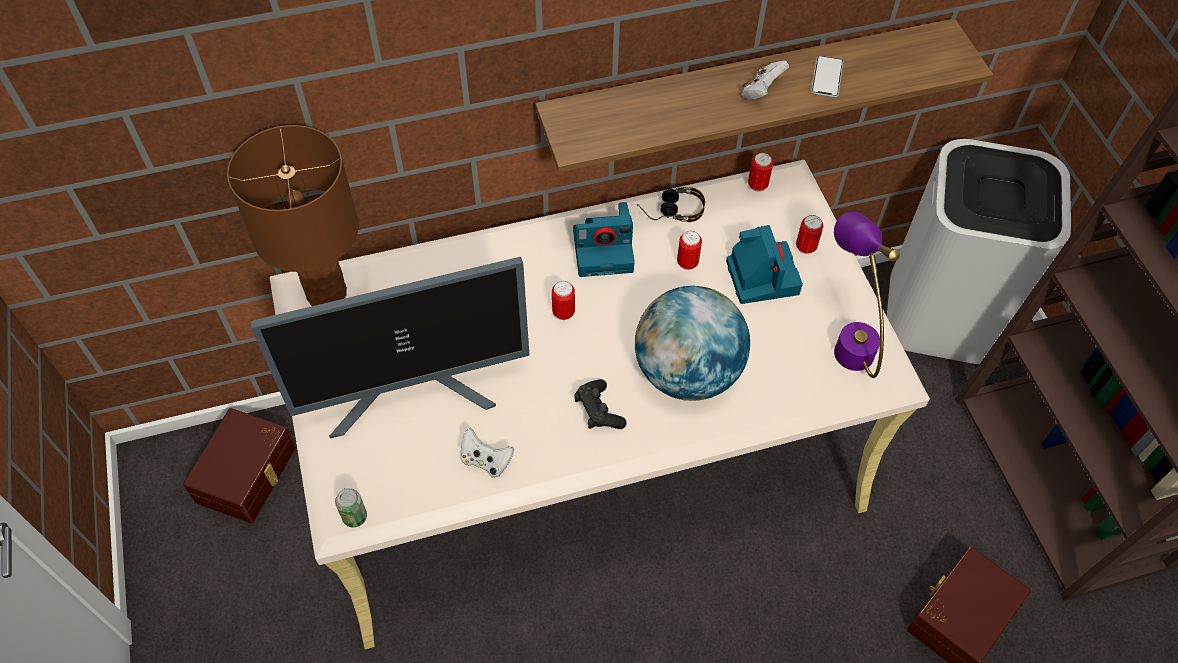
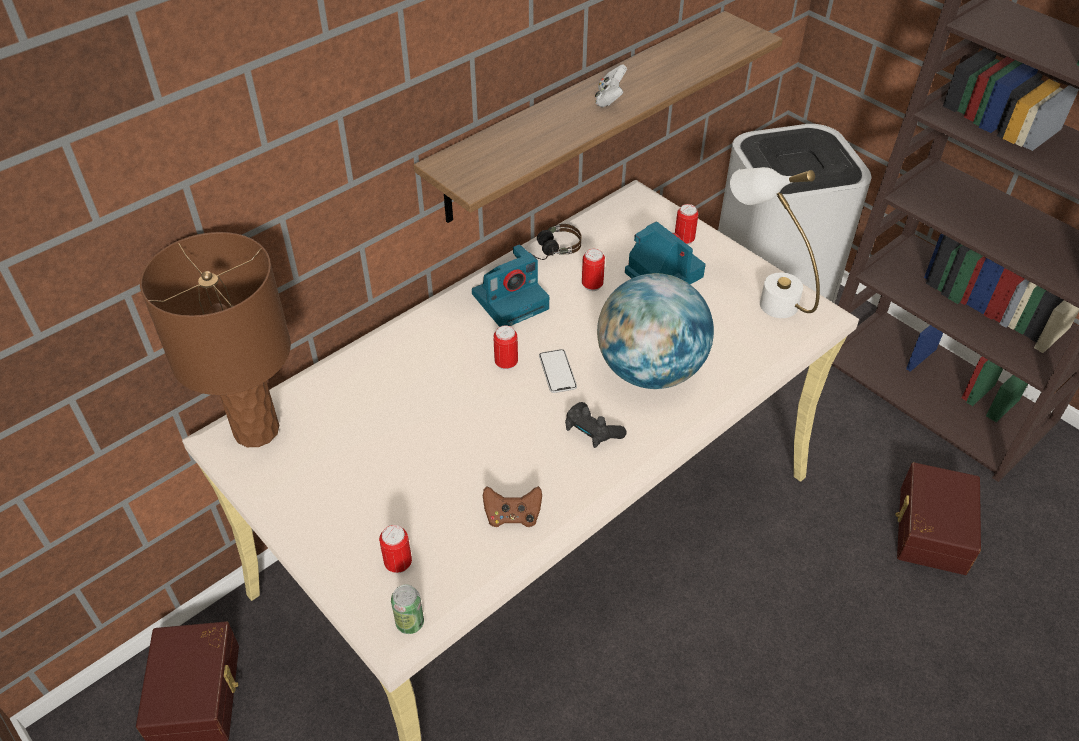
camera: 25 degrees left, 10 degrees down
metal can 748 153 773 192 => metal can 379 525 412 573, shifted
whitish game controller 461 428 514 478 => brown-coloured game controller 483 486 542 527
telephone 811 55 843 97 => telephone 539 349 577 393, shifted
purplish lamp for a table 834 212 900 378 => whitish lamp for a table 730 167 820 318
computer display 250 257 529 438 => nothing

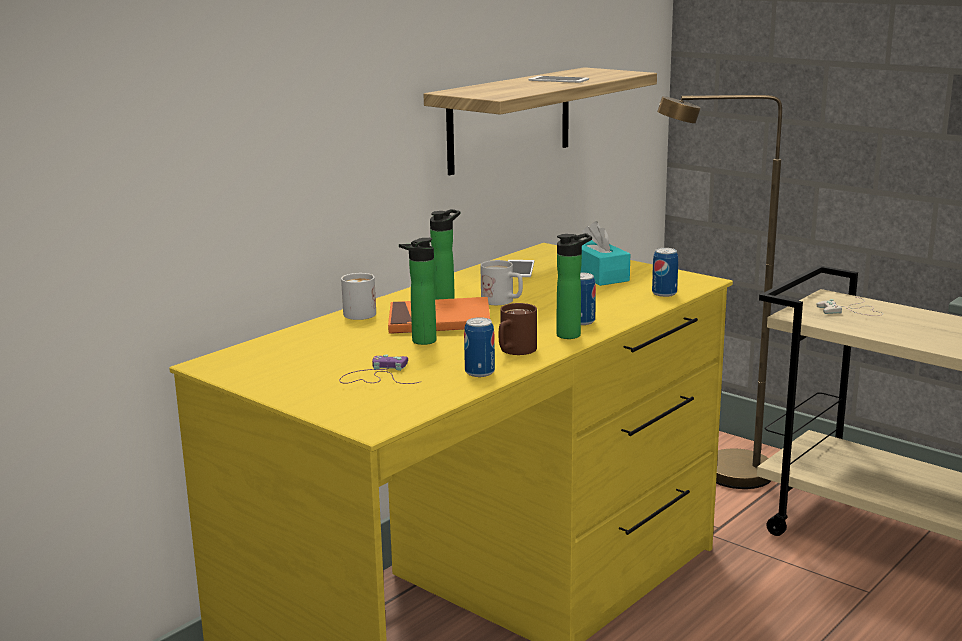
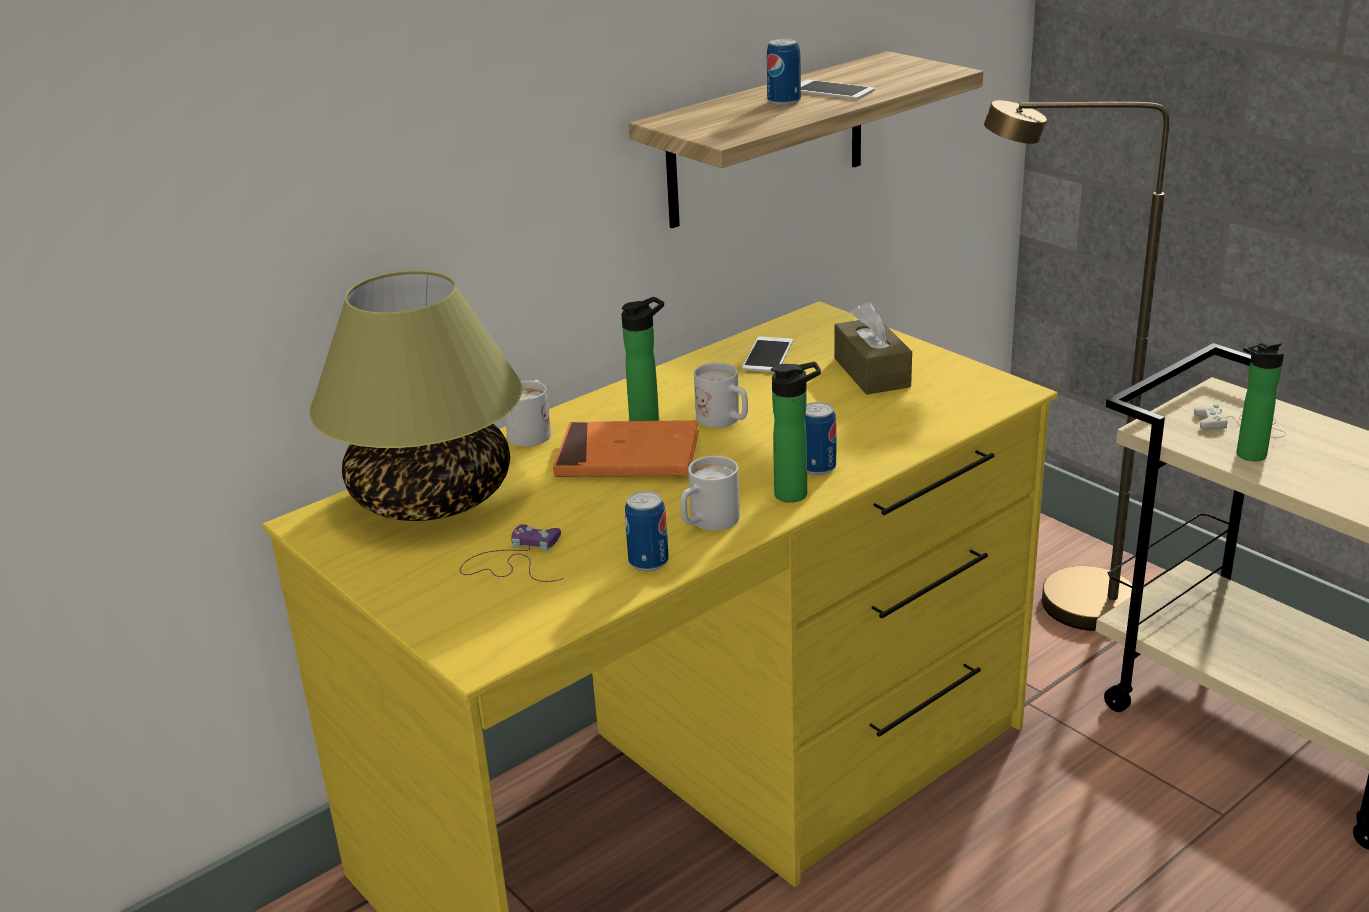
camera: 10 degrees right, 10 degrees up
nothing => lamp for a table 309 271 522 521
brown-coloured tea mug 499 303 537 355 => whitish tea mug 680 456 740 531
metal can 652 248 678 297 => metal can 767 38 801 106, shifted
turquoise box of tissues 581 221 630 286 => brown-coloured box of tissues 834 302 912 395
bottle 399 238 436 345 => bottle 1237 338 1284 461, shifted

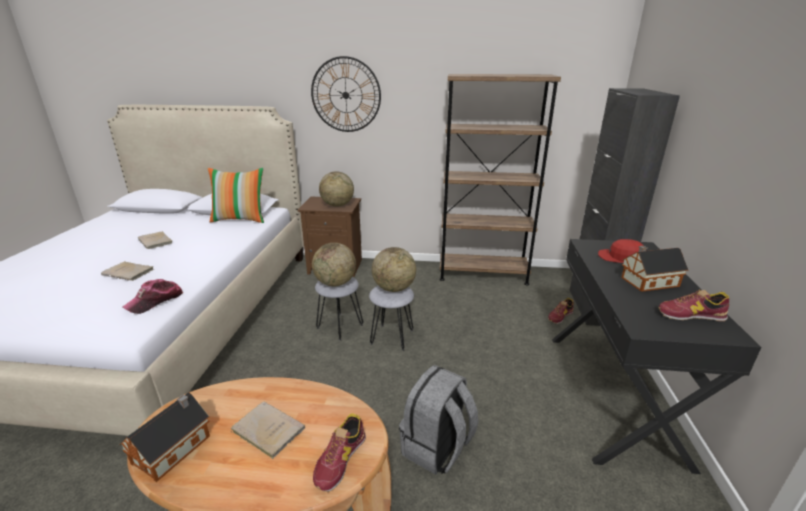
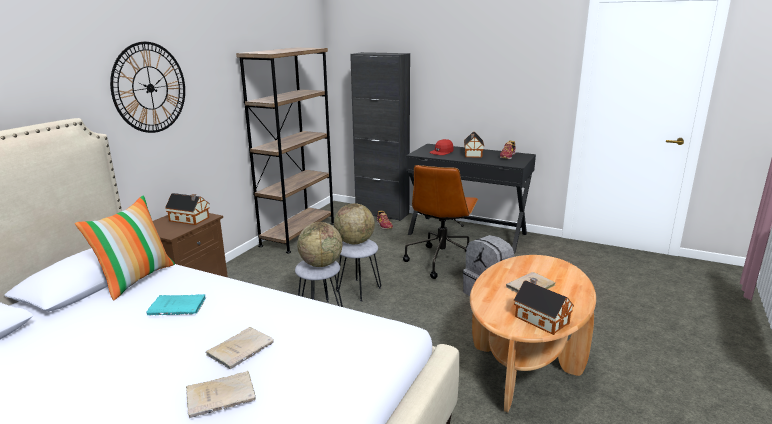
camera: 70 degrees left, 5 degrees down
nothing => turquoise bound book 147 294 206 315
desk globe 319 171 354 207 => miniature house 165 193 210 225
sand-coloured bound book 138 231 172 249 => sand-coloured bound book 186 371 256 418, shifted
nothing => brown-coloured computer chair 403 165 479 279
peaked cap 123 279 183 314 => nothing
low shoe 313 414 366 492 => nothing

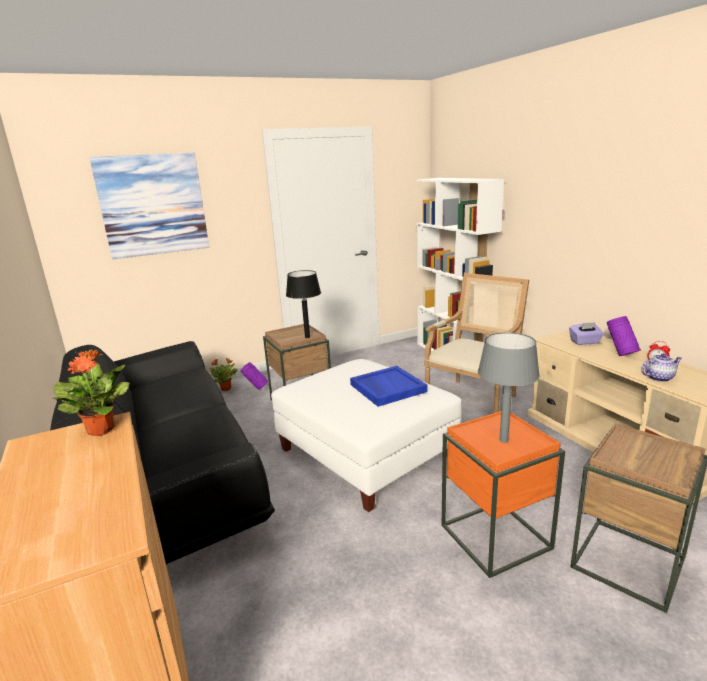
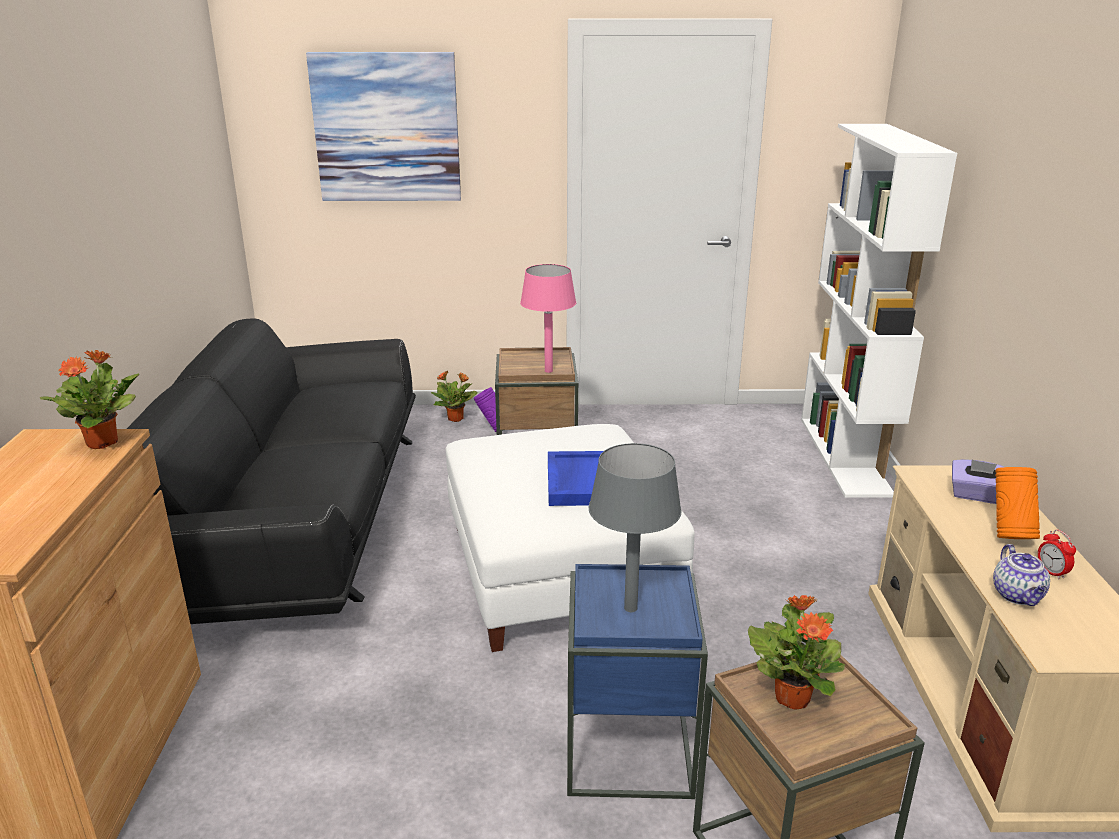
camera: 25 degrees right, 5 degrees up
black-coloured lamp for a table 286 270 321 338 => pink lamp for a table 520 264 576 373
orange side table 442 411 565 578 => blue side table 567 564 708 799
nothing => houseplant 748 595 845 709
tea pot 641 354 682 382 => tea pot 993 544 1050 606, 75 degrees clockwise
purplish flower vase 607 316 641 356 => orange flower vase 995 467 1040 539
armchair 424 273 529 413 => nothing

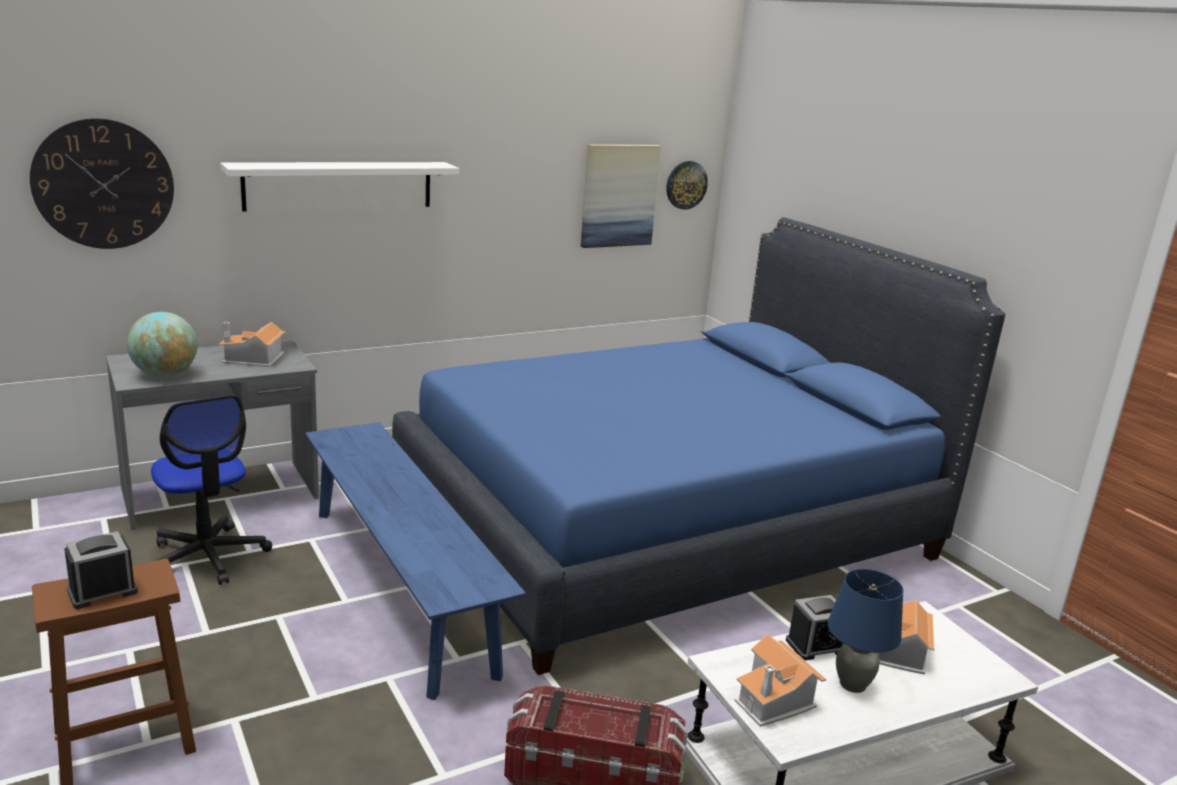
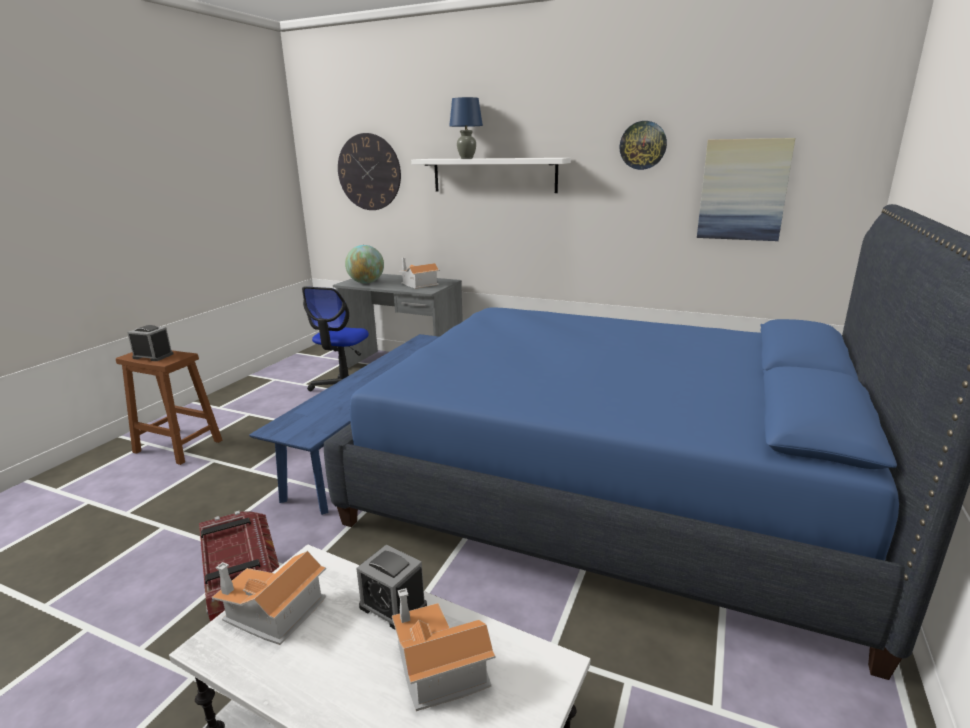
camera: 55 degrees right, 0 degrees up
blue lamp for a table 828 569 904 693 => blue lamp for a table 449 97 483 159, shifted
clock on the wall 666 161 708 210 => clock on the wall 620 121 667 170, shifted

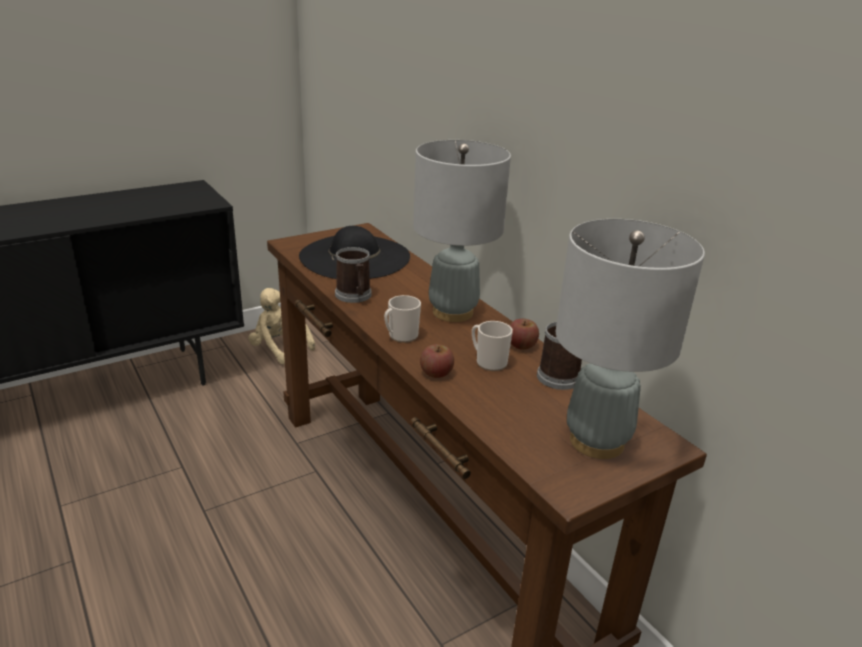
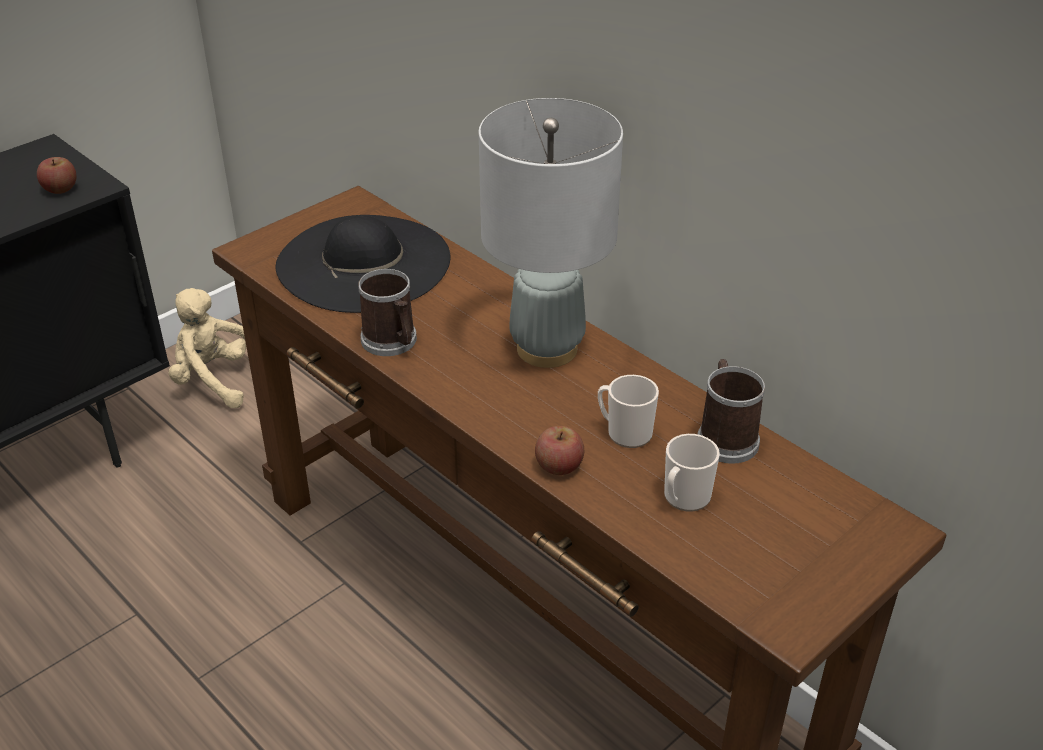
camera: 10 degrees left, 10 degrees up
apple fruit 510 319 539 350 => apple fruit 37 157 77 194, shifted
tea mug 384 295 421 343 => tea mug 664 434 720 512, shifted
grey lamp for a table 556 219 705 459 => nothing

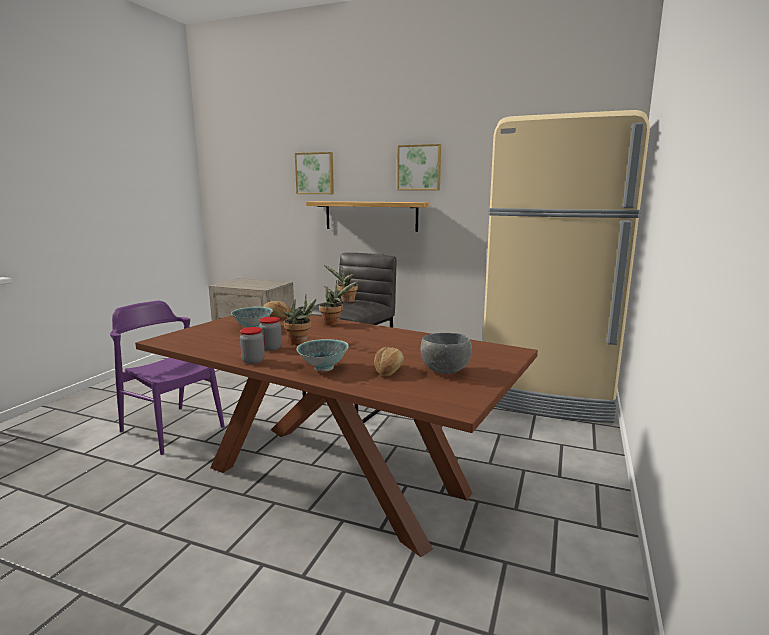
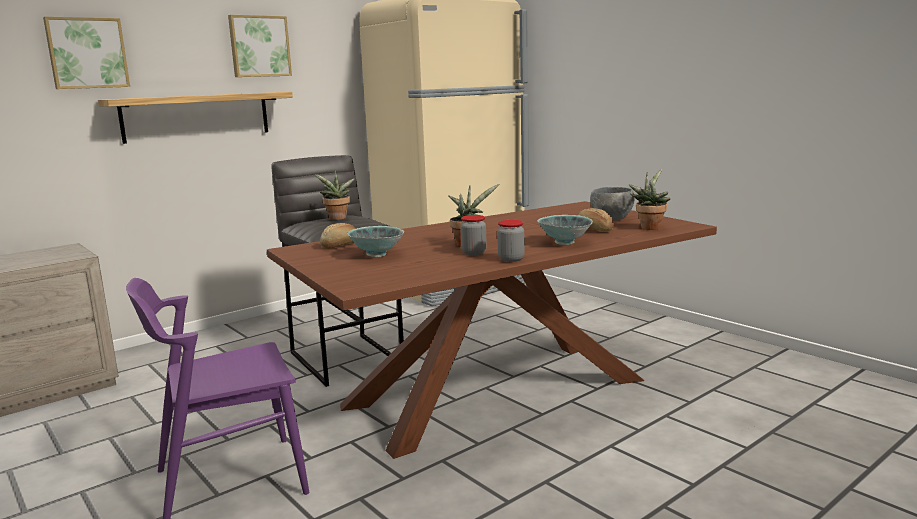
camera: 60 degrees left, 0 degrees up
houseplant 319 280 358 326 => houseplant 629 169 671 230, shifted

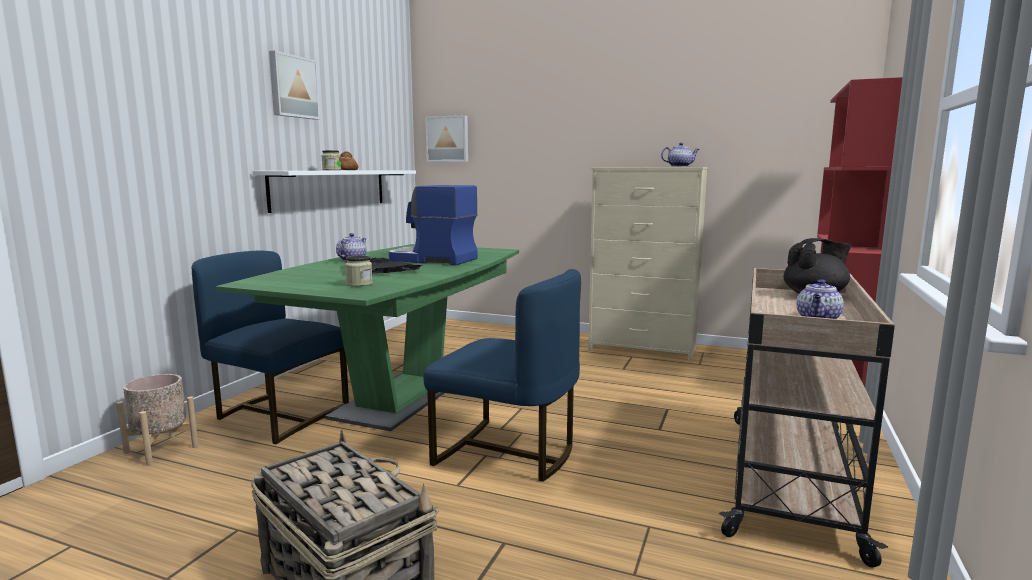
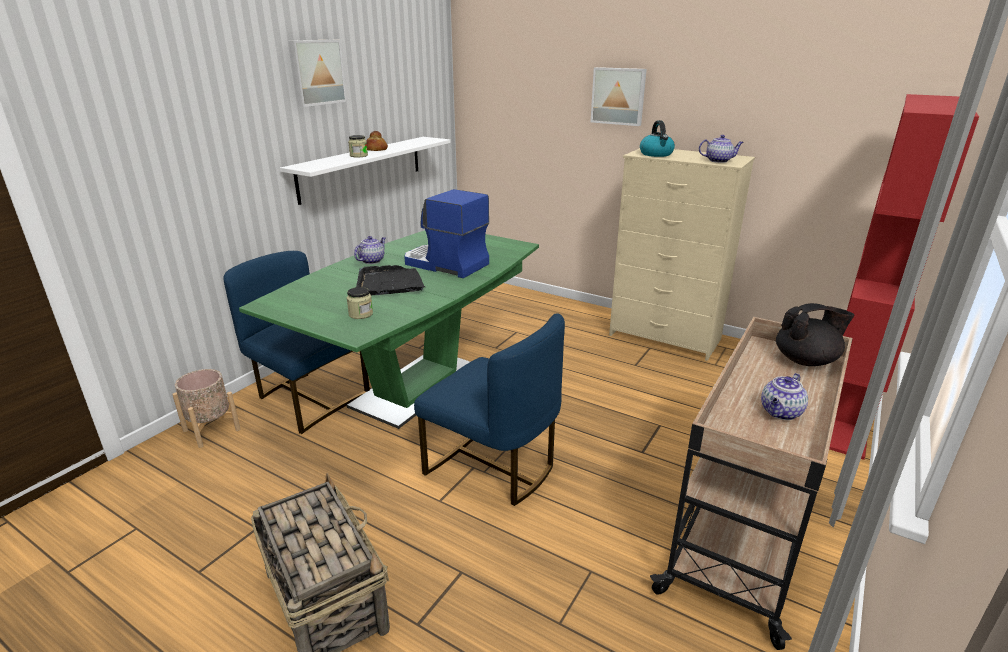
camera: 10 degrees right, 15 degrees up
picture 425 115 468 162 => picture 591 67 647 126, shifted
nothing => water kettle 640 120 675 157

